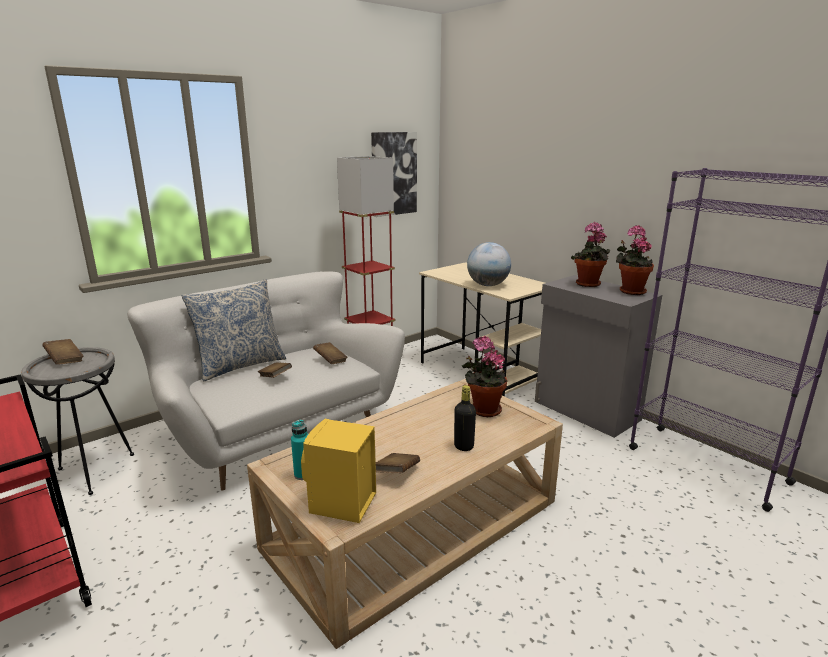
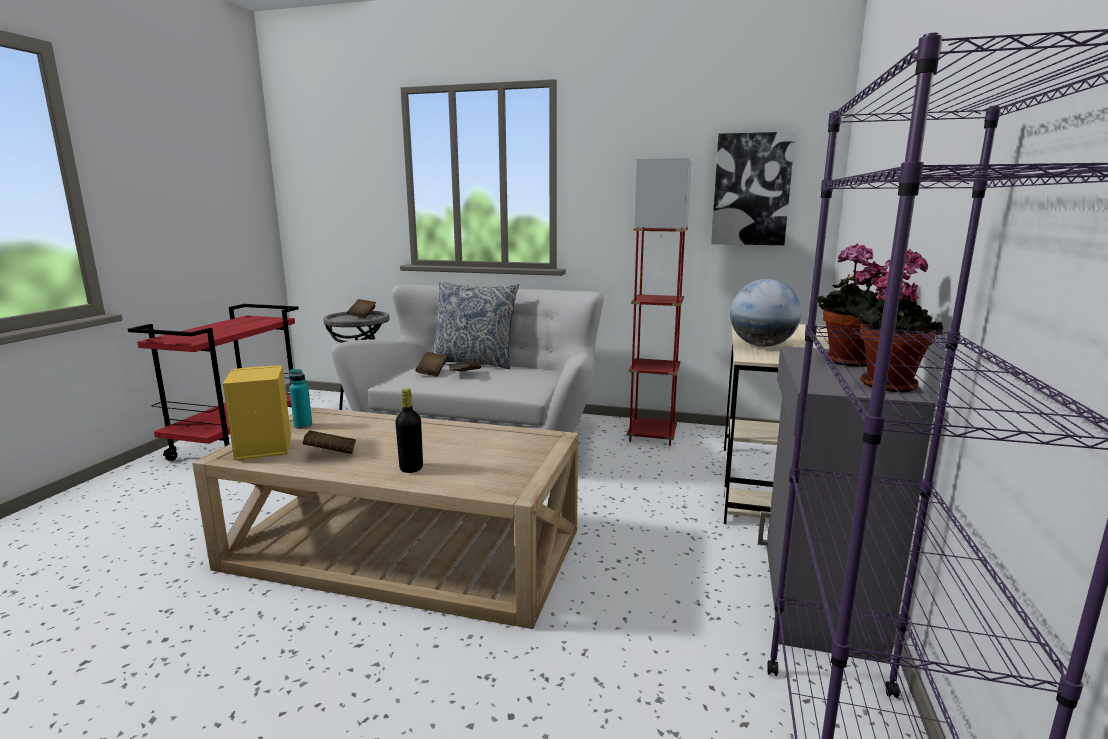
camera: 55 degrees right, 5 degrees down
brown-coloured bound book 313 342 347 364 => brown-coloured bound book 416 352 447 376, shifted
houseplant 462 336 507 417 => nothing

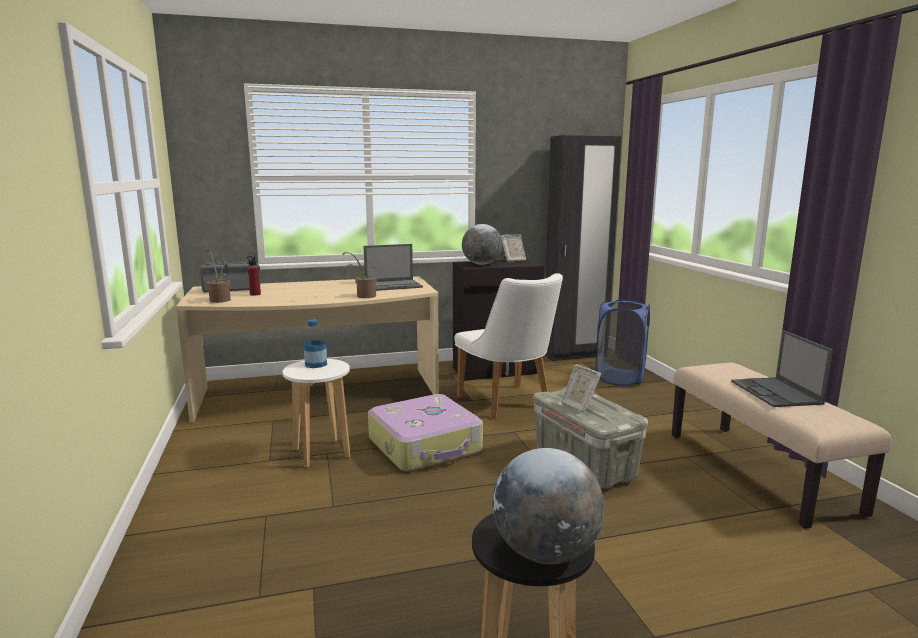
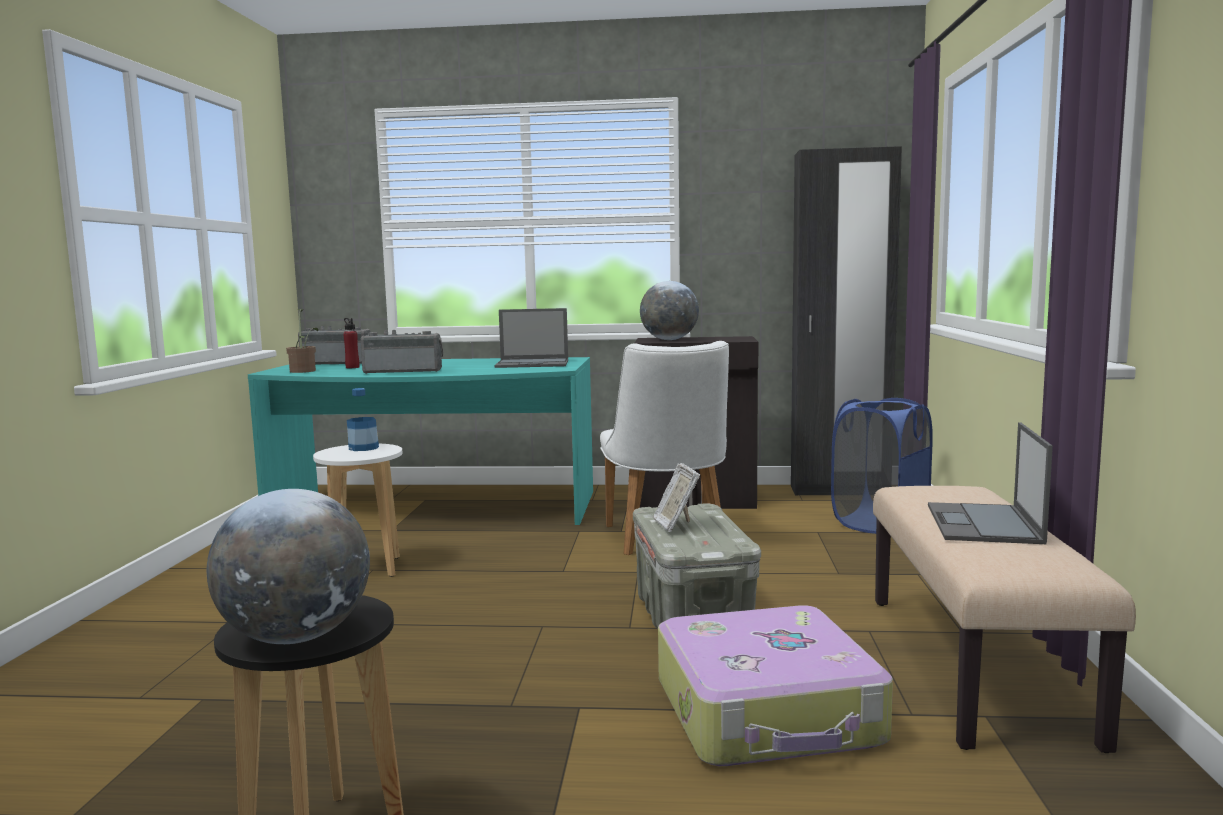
camera: 20 degrees right, 5 degrees down
sand-coloured desk unit 176 276 439 423 => turquoise desk unit 248 357 593 525
nothing => radio receiver 360 330 443 374
travel case 368 394 483 472 => travel case 658 605 893 766, shifted
houseplant 343 252 377 298 => nothing
standing frame 501 234 526 262 => nothing

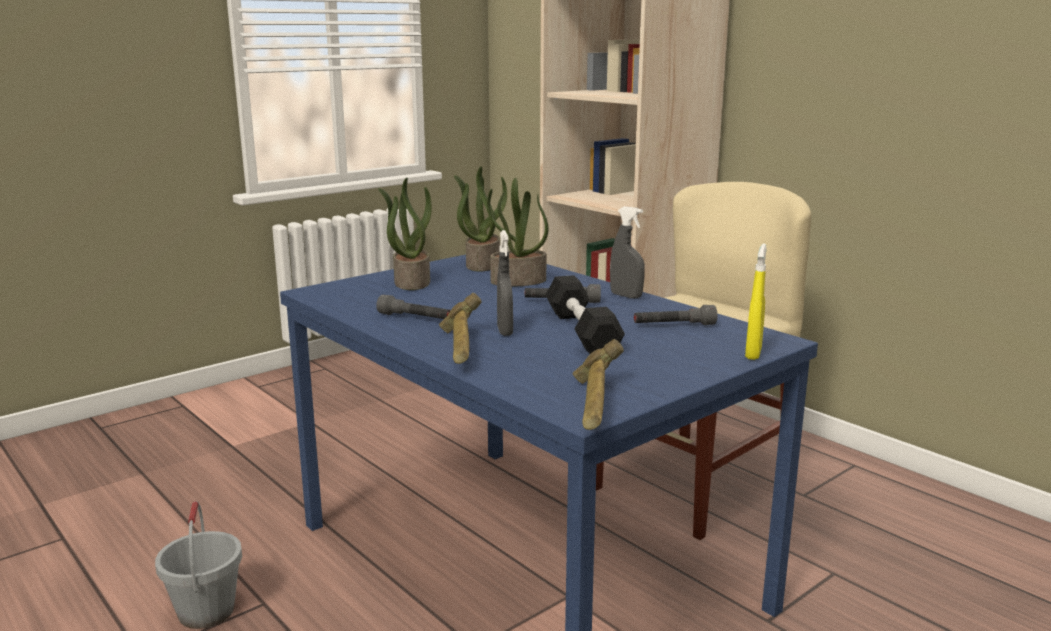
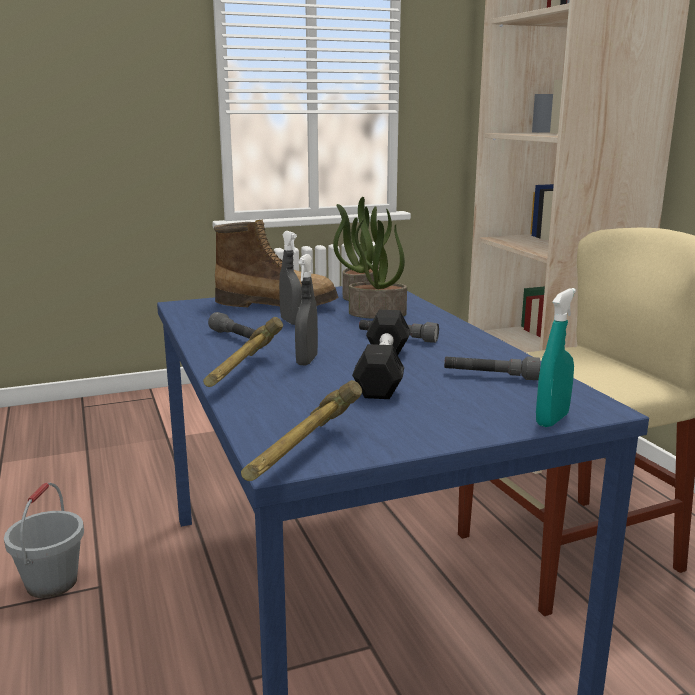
camera: 20 degrees right, 0 degrees up
houseplant 378 177 432 290 => boot 214 219 338 307
grey hand sprayer 610 206 645 299 => grey hand sprayer 279 231 302 325, shifted
yellow hand sprayer 745 244 767 360 => turquoise hand sprayer 536 288 576 427

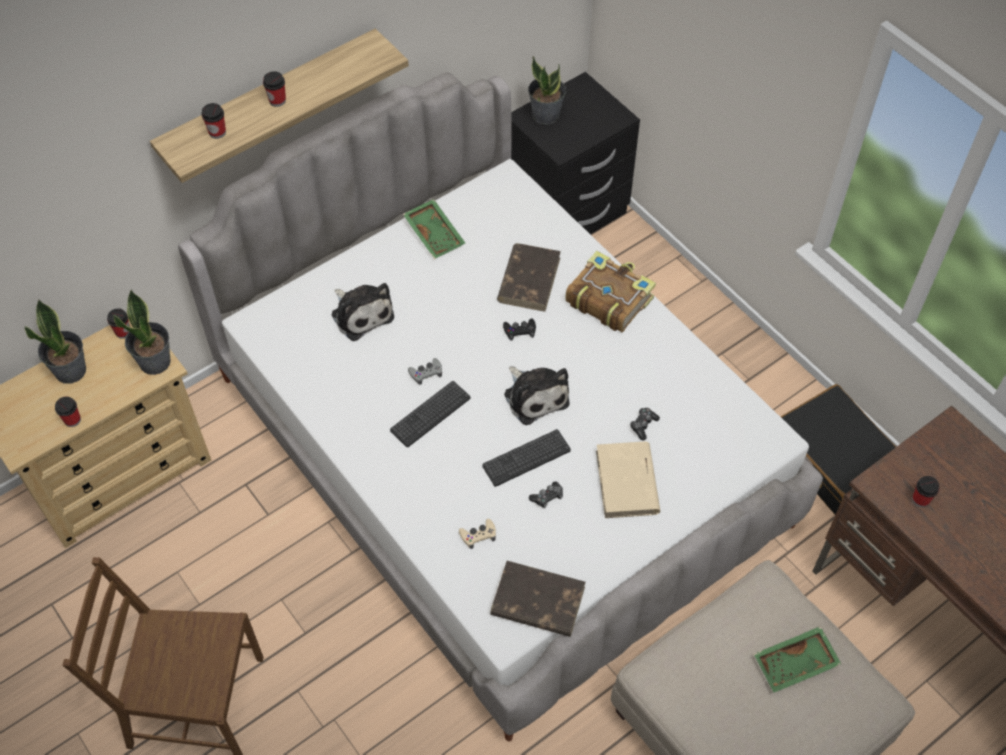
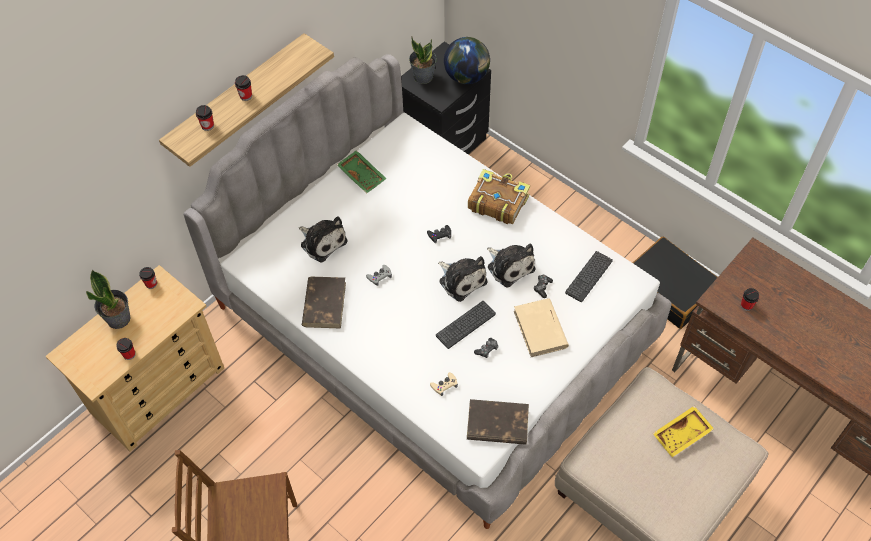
camera: 10 degrees left, 0 degrees up
brown-coloured bound book 497 243 561 312 => brown-coloured bound book 302 277 346 329, shifted
nothing => desk globe 444 37 490 84
nothing => plush toy 487 244 535 288
PC keyboard 390 381 470 447 => PC keyboard 565 251 613 302, shifted
green tray 754 626 841 692 => yellow tray 653 406 714 457
houseplant 113 290 171 375 => nothing

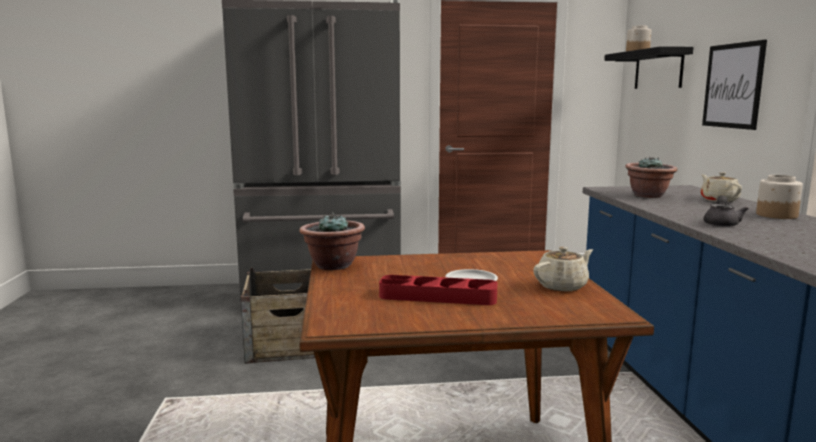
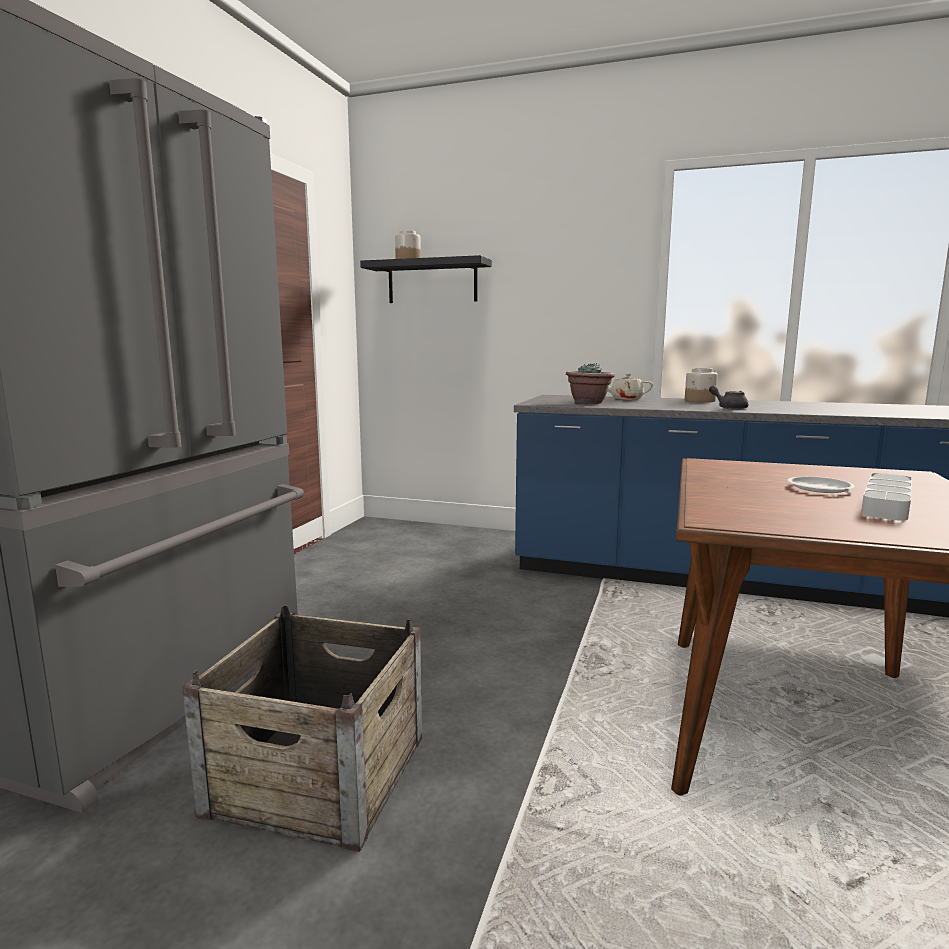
camera: 65 degrees left, 0 degrees up
red-coloured tray 379 275 498 305 => grey tray 861 473 912 521
houseplant 299 212 365 270 => nothing
sand-coloured tea pot 533 247 593 291 => nothing
picture 702 40 767 130 => nothing

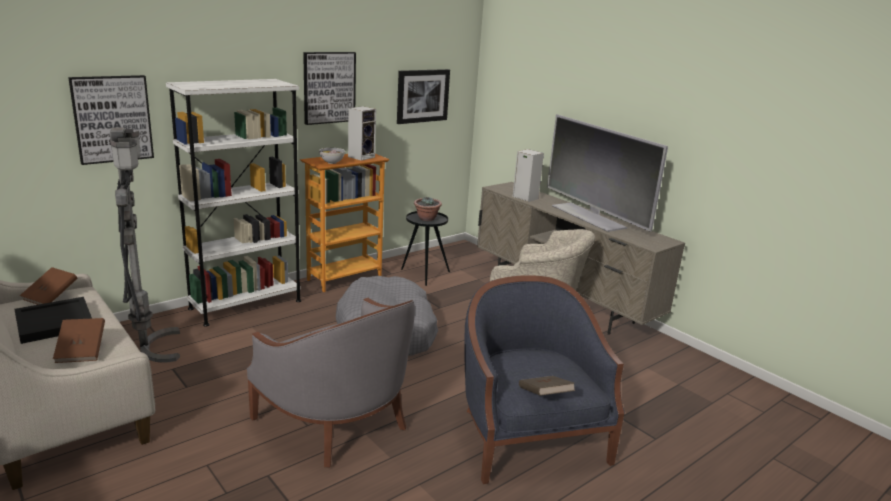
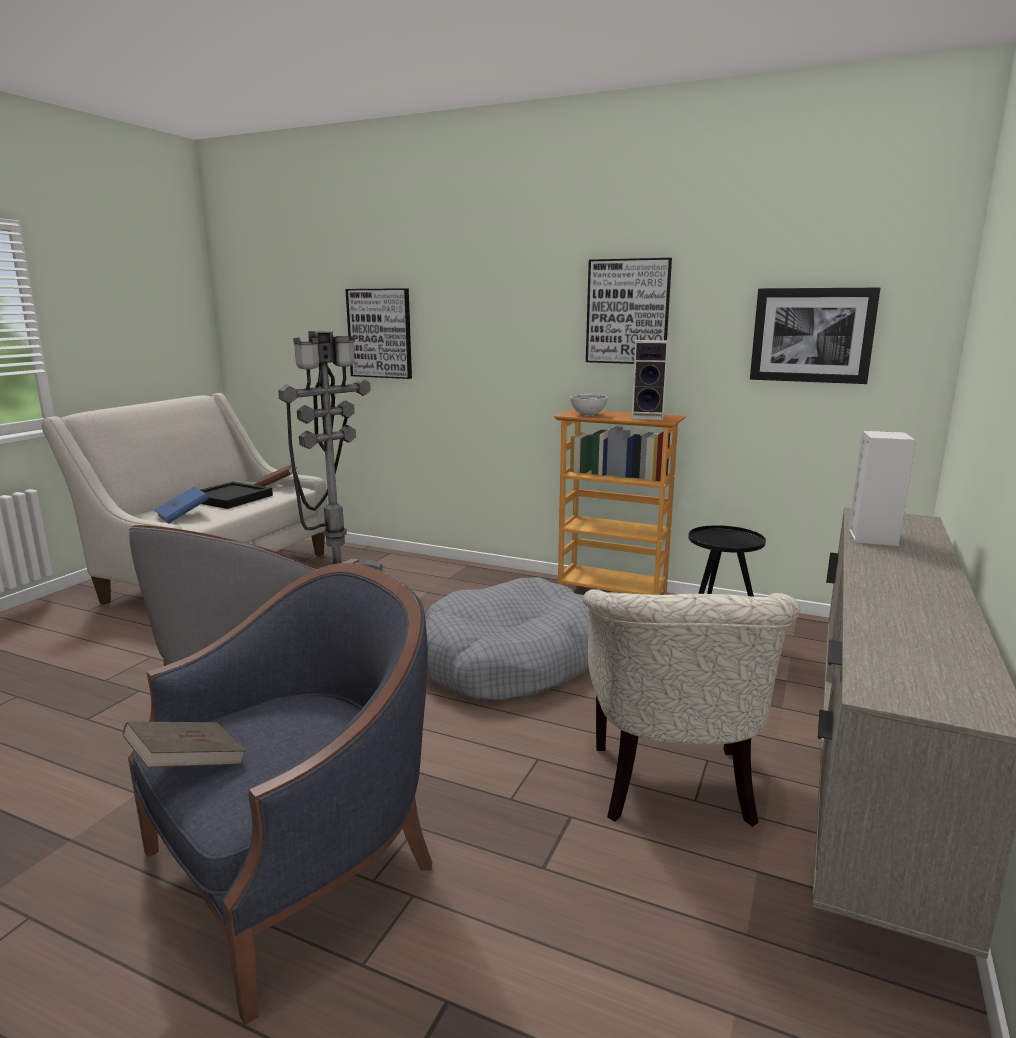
camera: 65 degrees right, 5 degrees down
brown-coloured bound book 53 318 105 363 => blue bound book 155 487 209 523
whitish shelving unit 166 79 301 327 => nothing
houseplant 414 197 442 221 => nothing
TV 547 114 668 232 => nothing

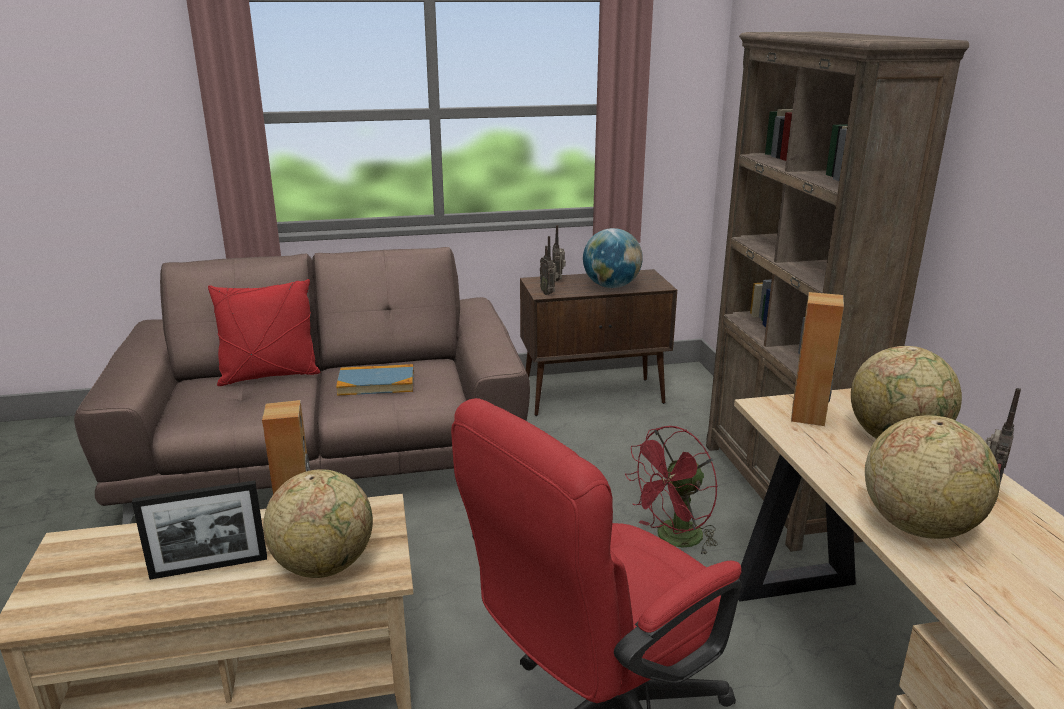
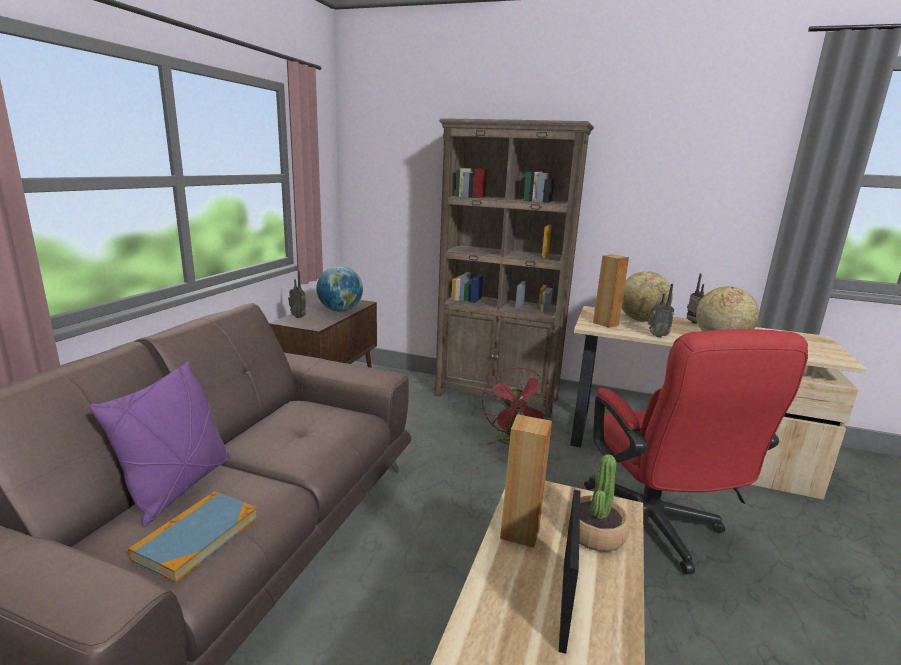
camera: 60 degrees left, 5 degrees down
red-coloured throw pillow 208 279 320 386 => purplish throw pillow 89 361 230 527
bound book 336 364 414 396 => bound book 128 491 258 583, shifted
desk globe 263 469 373 578 => houseplant 566 454 629 552
radio receiver 540 236 558 295 => radio receiver 648 284 674 338, shifted

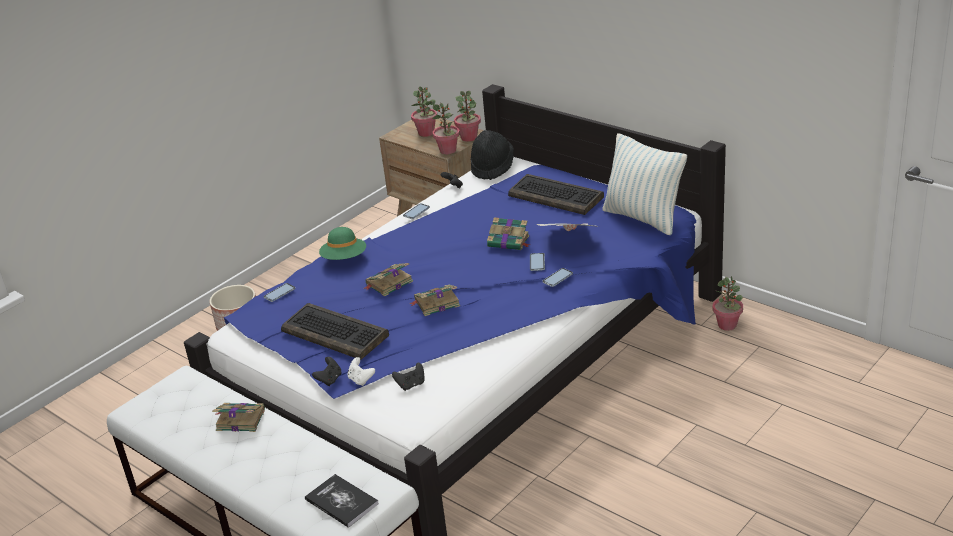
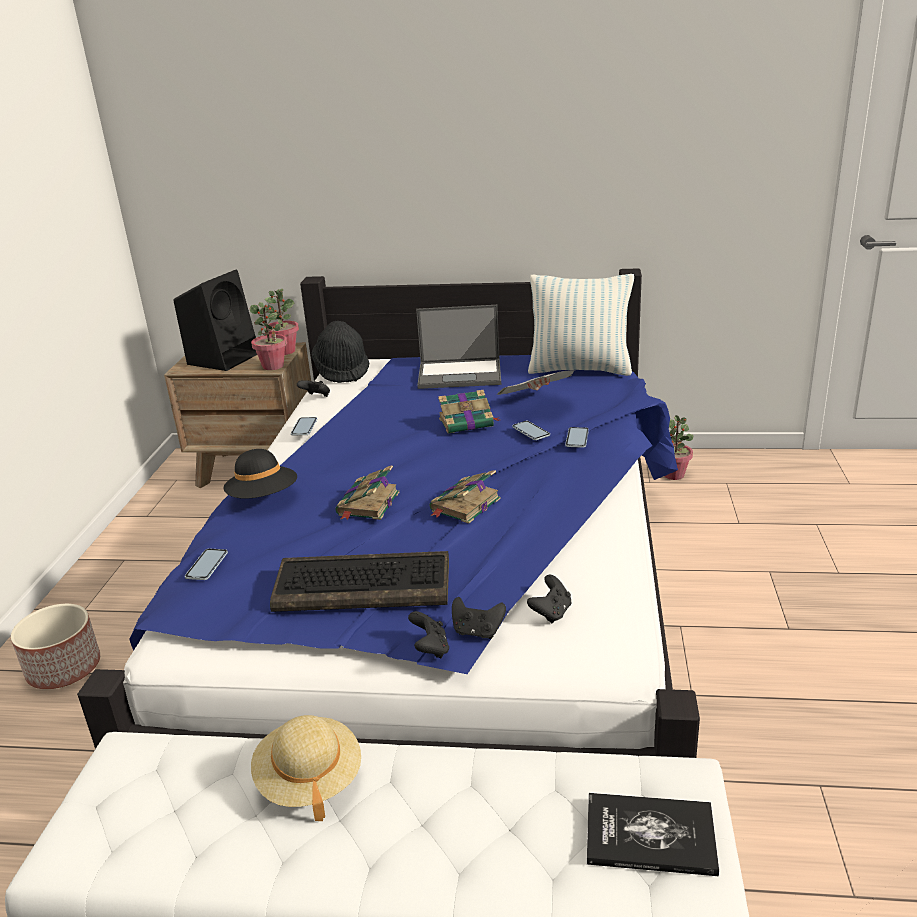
camera: 35 degrees left, 5 degrees down
houseplant 411 87 437 137 => black-coloured speaker 174 270 257 371
green wearable hat 319 227 366 260 => black-coloured wearable hat 223 449 297 499
bound book 212 403 265 432 => sand-coloured wearable hat 251 715 361 821
PC keyboard 508 174 604 215 => laptop 416 305 501 389
whitish game controller 347 357 375 386 => black-coloured game controller 452 597 506 639

